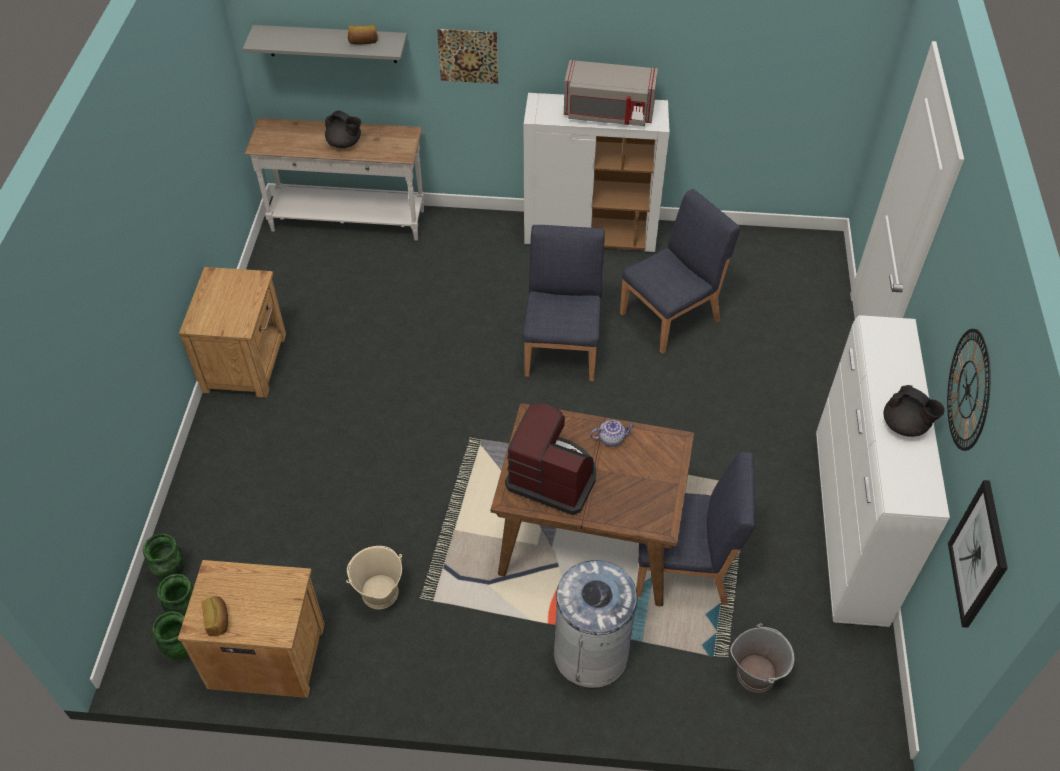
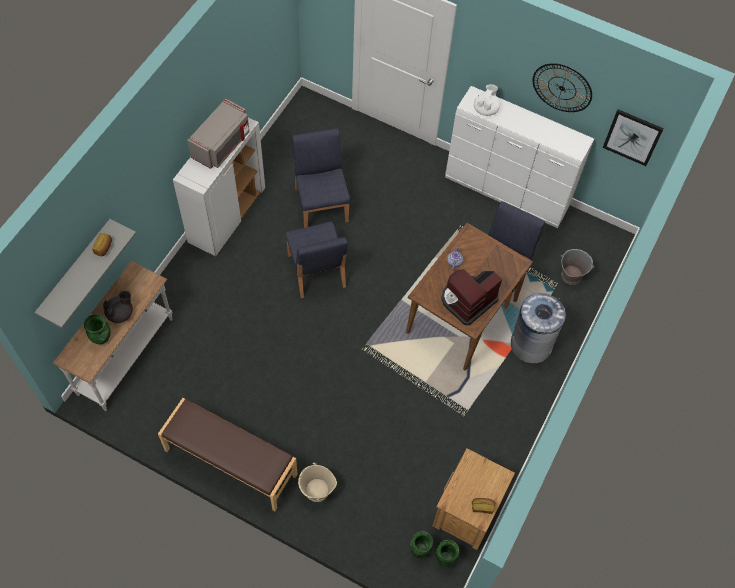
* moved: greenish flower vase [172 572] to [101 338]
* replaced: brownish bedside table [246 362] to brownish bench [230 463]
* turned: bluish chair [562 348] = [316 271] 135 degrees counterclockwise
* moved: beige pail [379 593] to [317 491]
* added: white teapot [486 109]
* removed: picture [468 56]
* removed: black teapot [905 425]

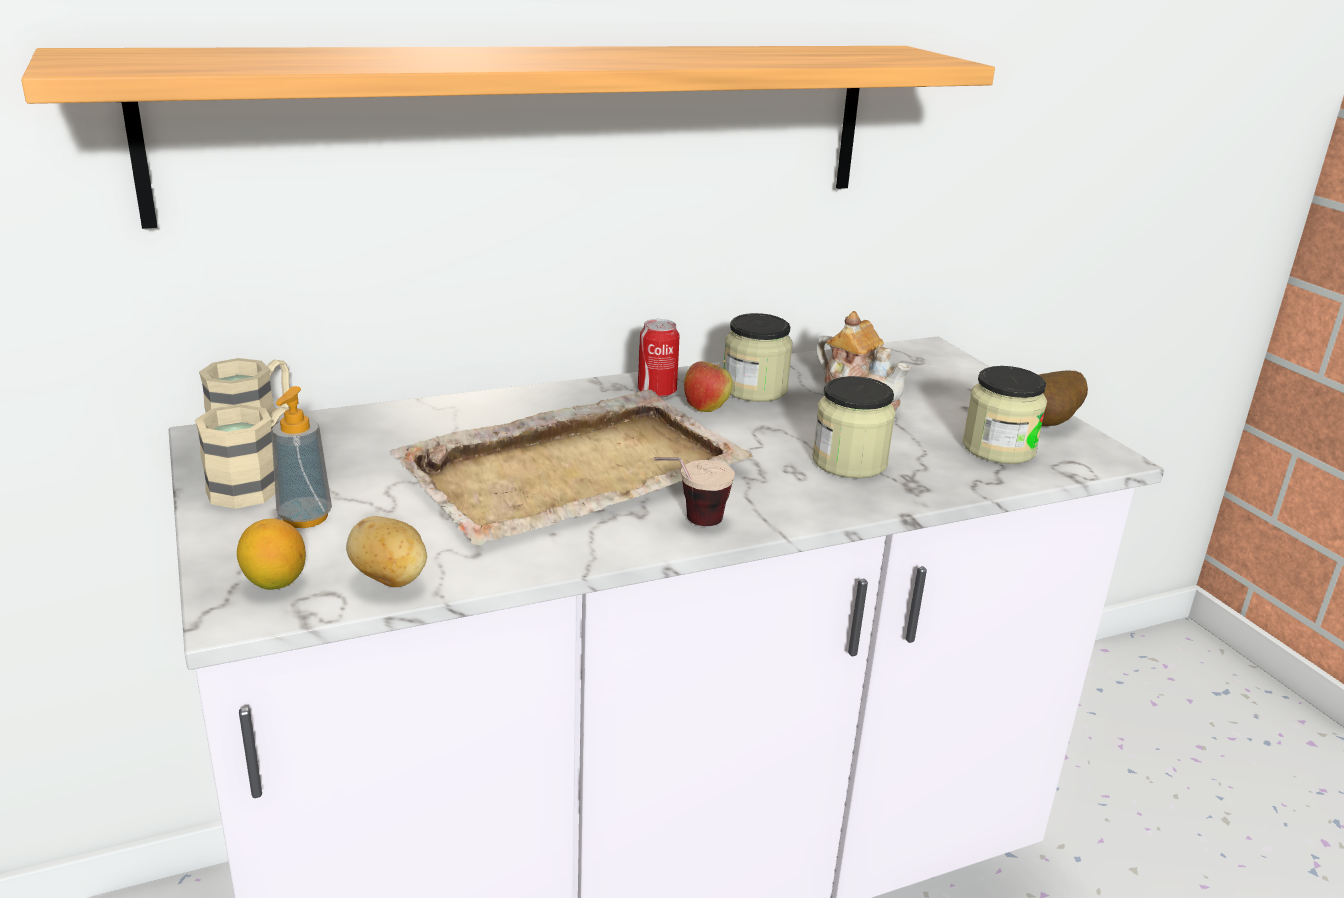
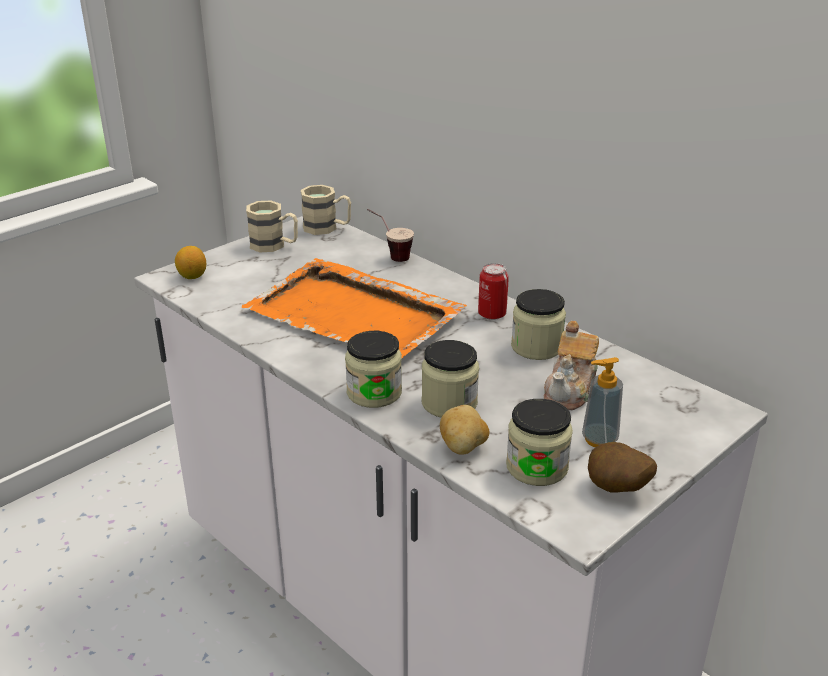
* recoloured: beige carrying tray [577 470] to orangey carrying tray [355 315]
* added: storage jar [374 392]
* moved: small cup [688 525] to [390 256]
* moved: whole potato [391 580] to [463 447]
* moved: liquid soap bottle [305 517] to [599 439]
* removed: shelf [535 128]
* removed: apple [706 409]

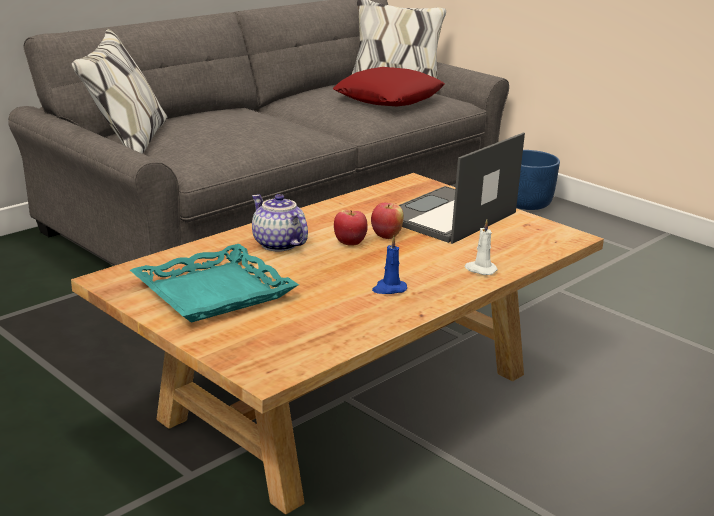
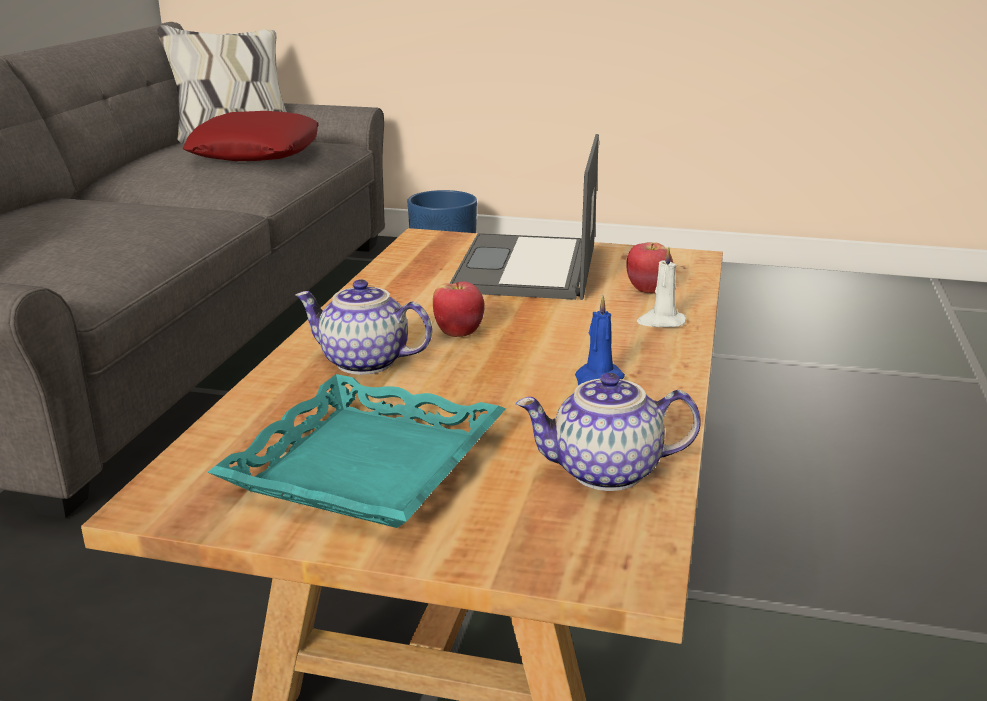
* added: teapot [605 473]
* moved: apple [386 236] to [648 290]

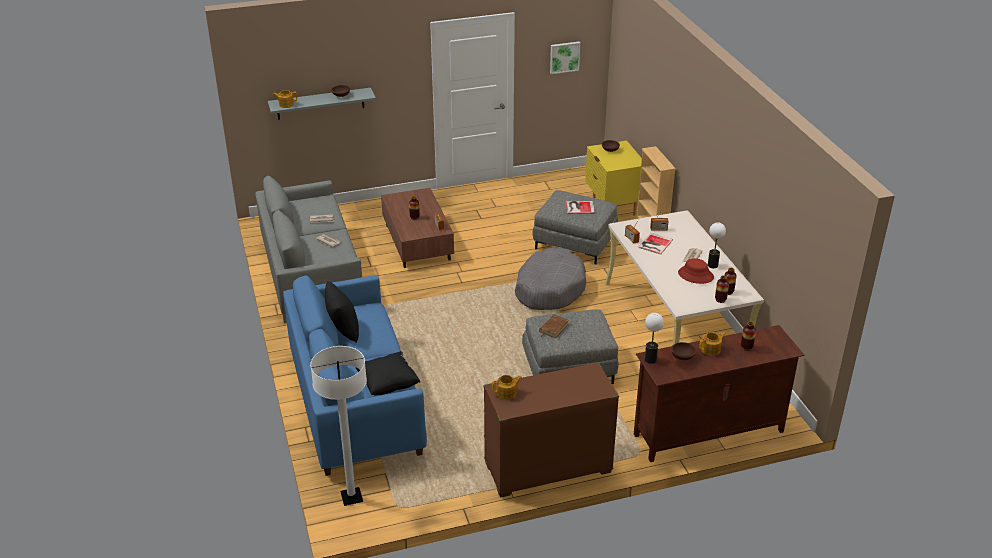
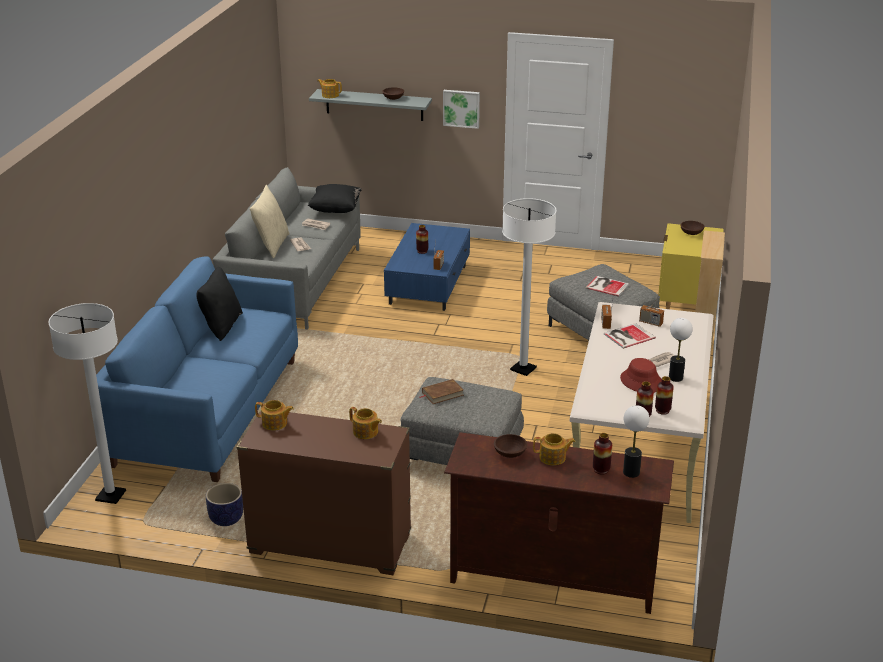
* added: flower pot [226 518]
* added: beige throw pillow [271 245]
* moved: black throw pillow [388 384] to [335 210]
* added: teapot [365 432]
* recoloured: brownish lounge table [417 241] to bluish lounge table [429 284]
* moved: picture [564 57] to [461 108]
* replaced: gray dog bed [549 288] to white floor lamp [523 369]
* moved: tabletop lamp [650 359] to [631 472]

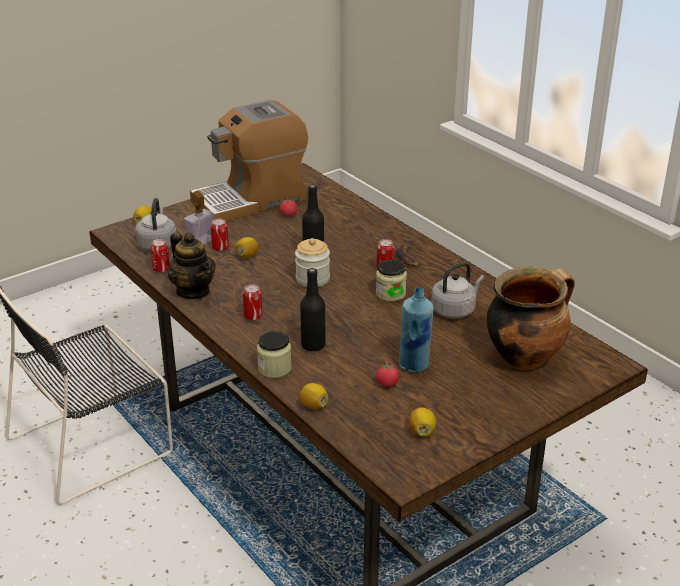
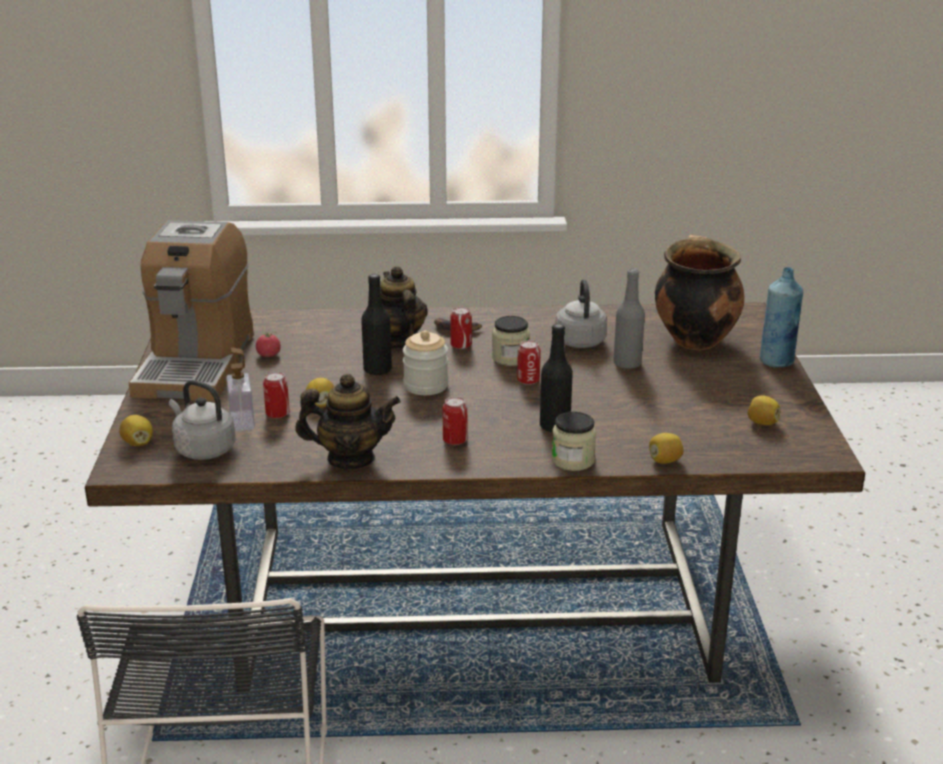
* added: teapot [398 341]
* moved: metal can [161 269] to [528 381]
* added: gray drink bottle [627 364]
* moved: bluish drink bottle [414 365] to [776 361]
* removed: whole tomato [387 383]

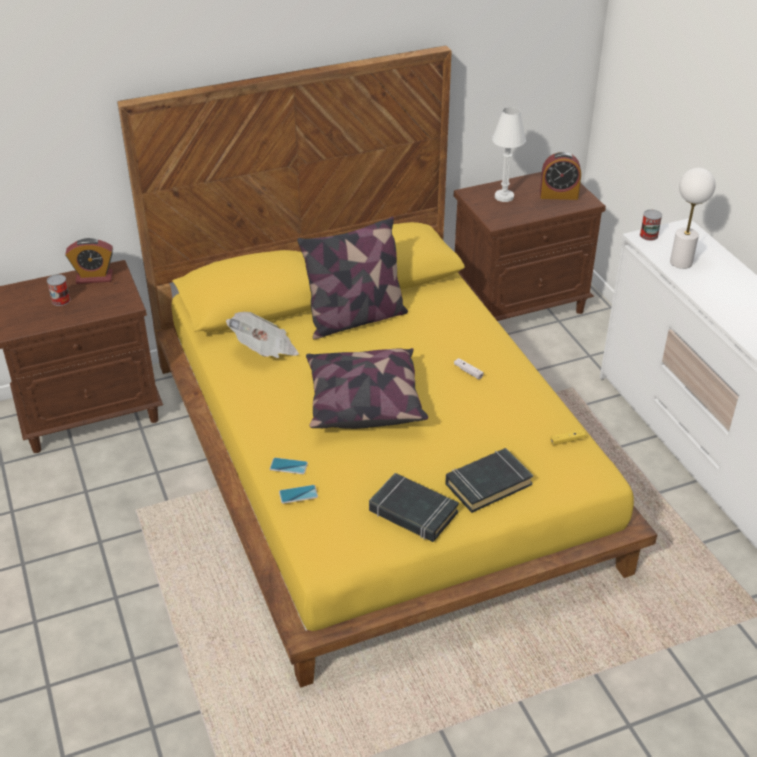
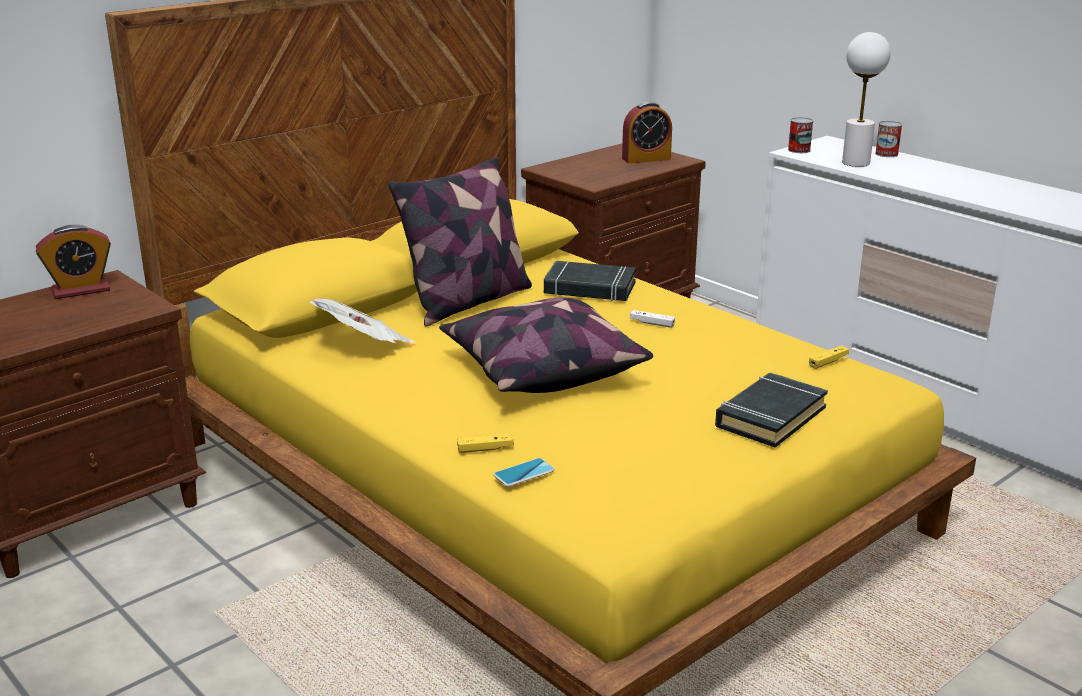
* replaced: phone [288 466] to yellow-coloured gamepad [485 449]
* moved: black bound book [412 512] to [589 288]
* moved: metal can [61 300] to [886 154]
* removed: white tabletop lamp [504 197]

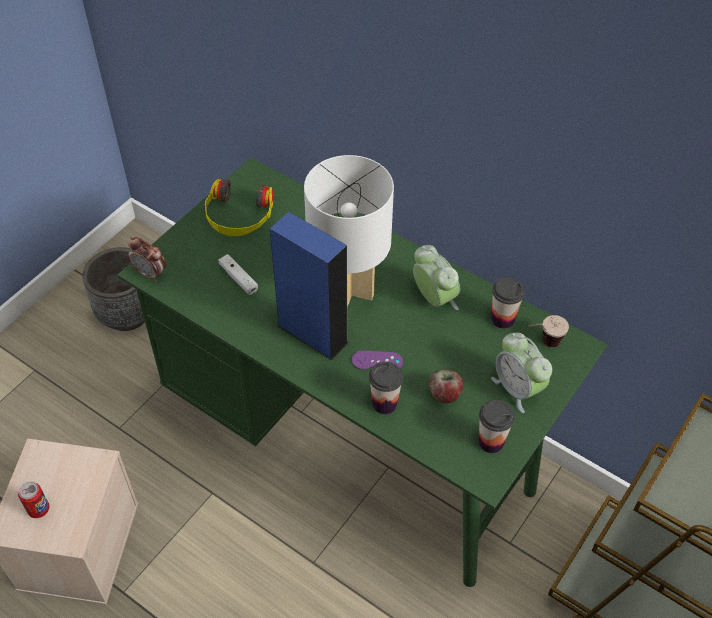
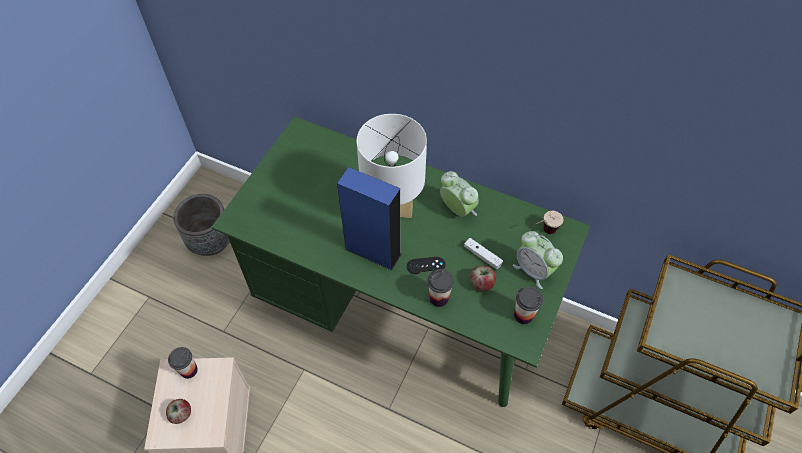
* replaced: metal can [39 509] to apple [181 414]
* moved: small cup [502 319] to [189 370]
* recoloured: purple gamepad [377 361] to black gamepad [426 265]
* moved: white gamepad [238 278] to [482 256]
* removed: alarm clock [150 273]
* removed: headphones [238 216]

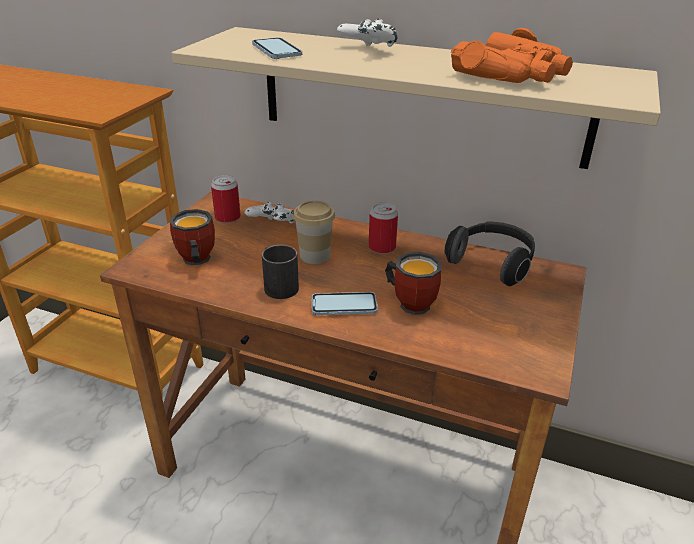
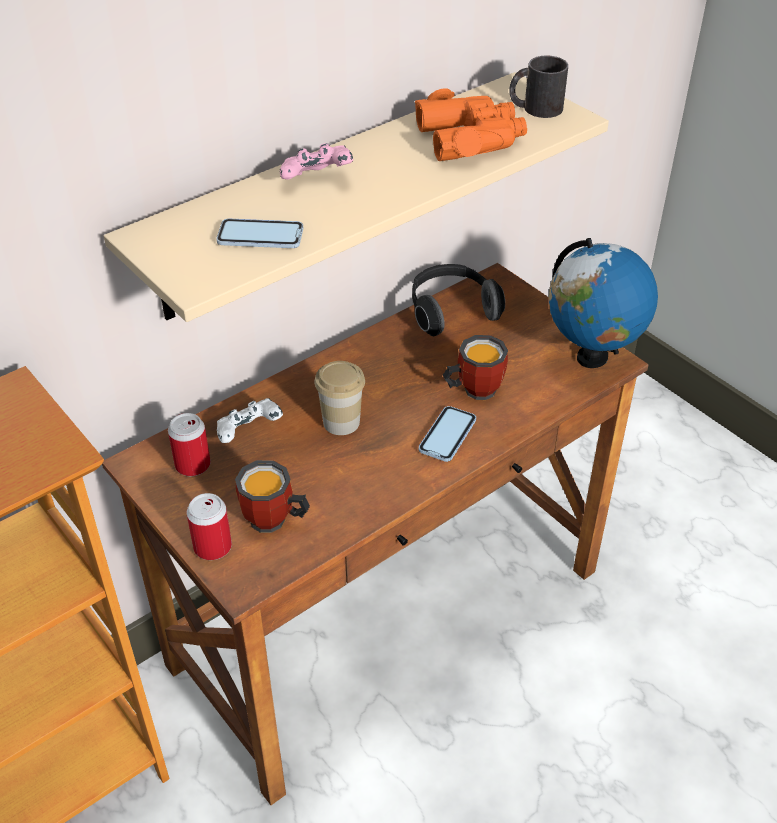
* moved: metal can [382 247] to [212 547]
* recoloured: white gamepad [367 50] to pink-coloured gamepad [317 181]
* moved: black coffee mug [277 285] to [535 108]
* added: world globe [591 358]

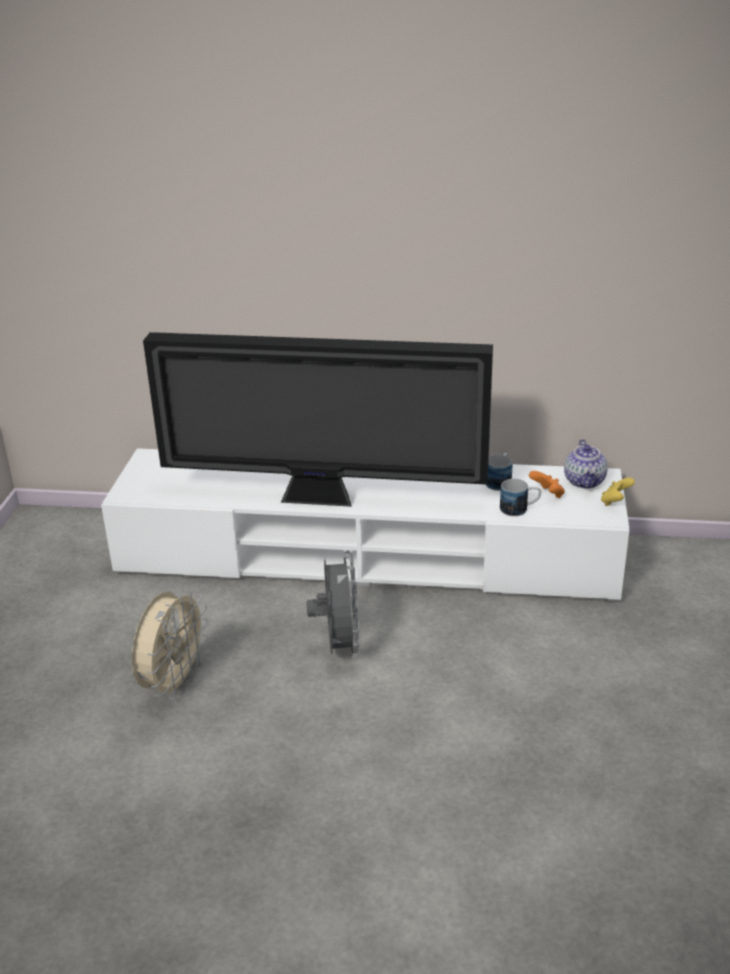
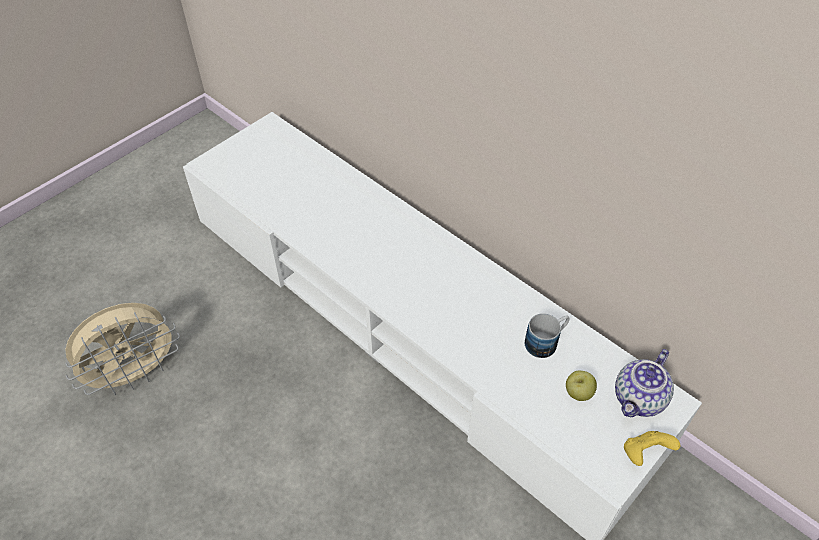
* replaced: orangey gamepad [547 494] to apple [578 393]
* removed: TV [323 499]
* removed: gray electric fan [339 647]
* removed: coffee mug [519 509]

